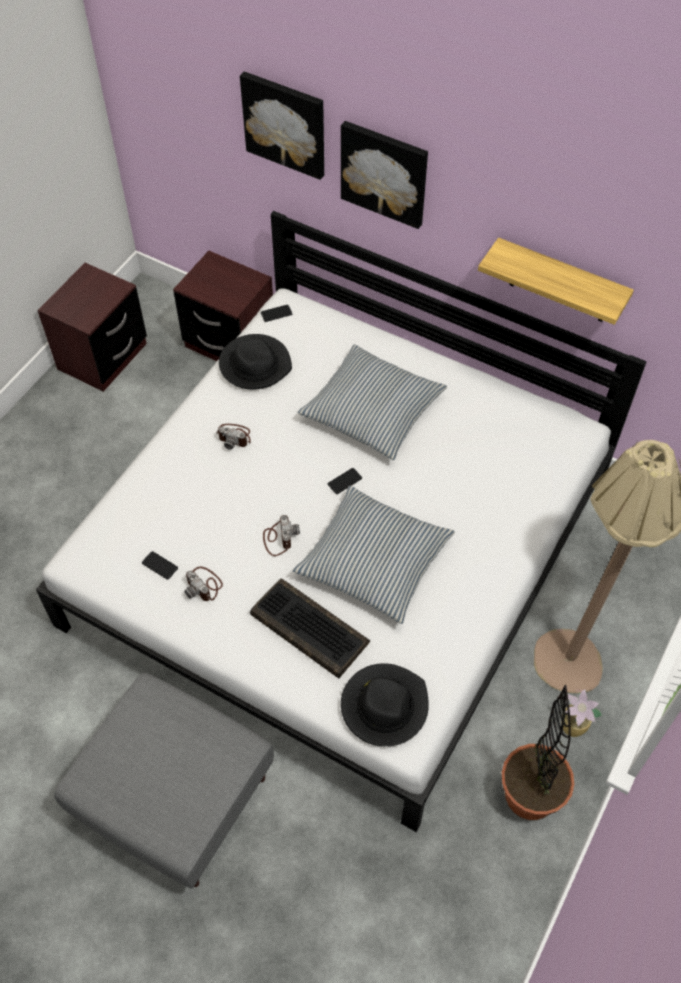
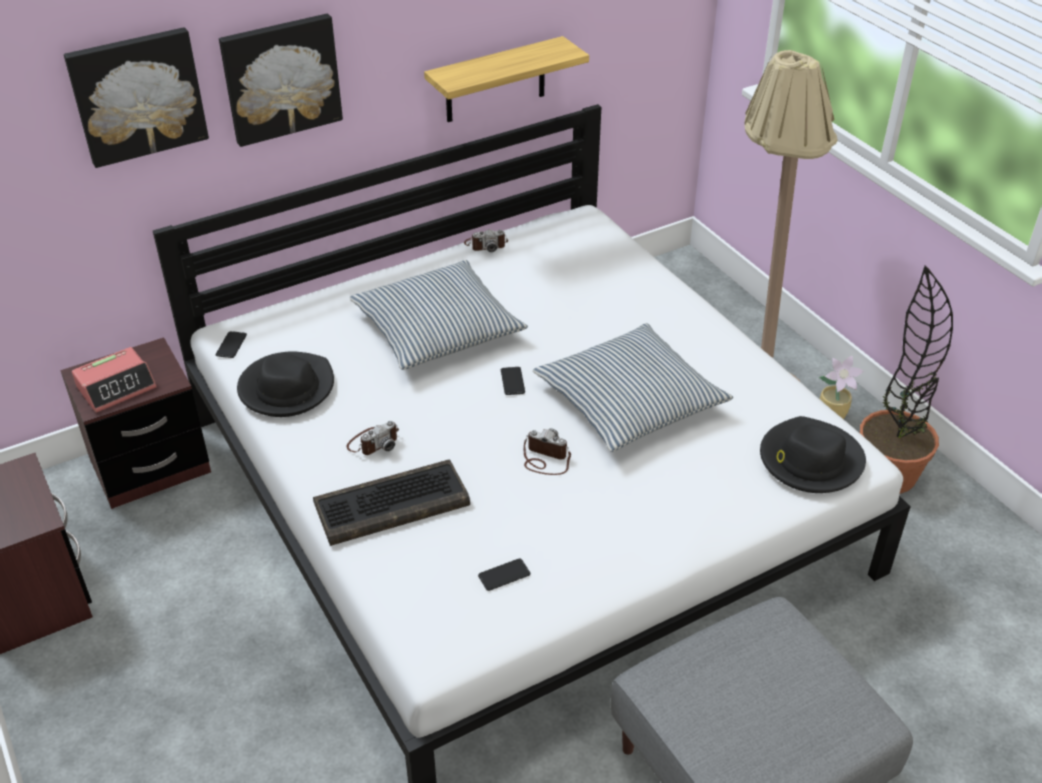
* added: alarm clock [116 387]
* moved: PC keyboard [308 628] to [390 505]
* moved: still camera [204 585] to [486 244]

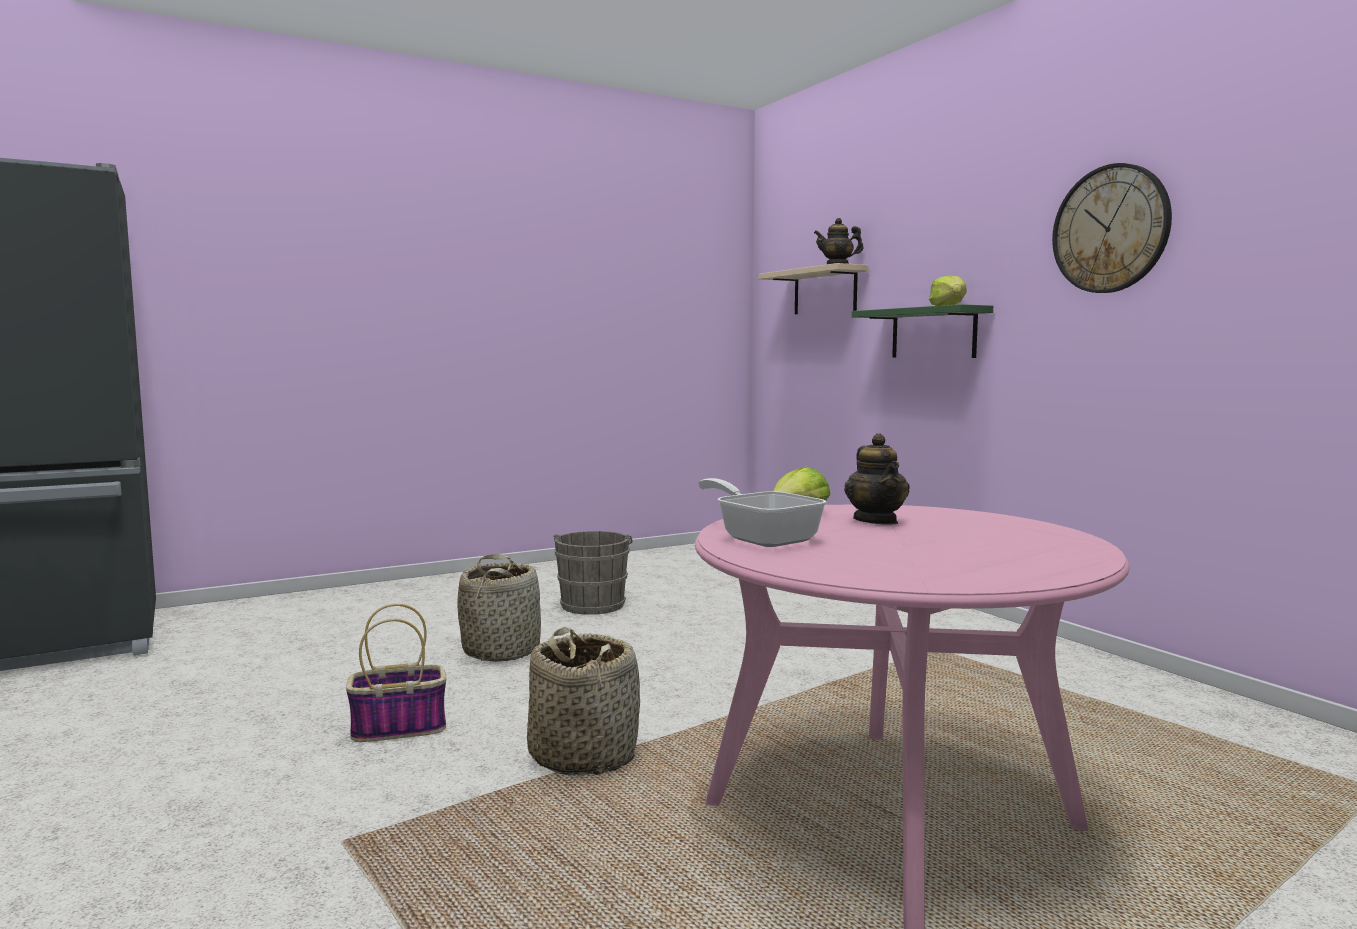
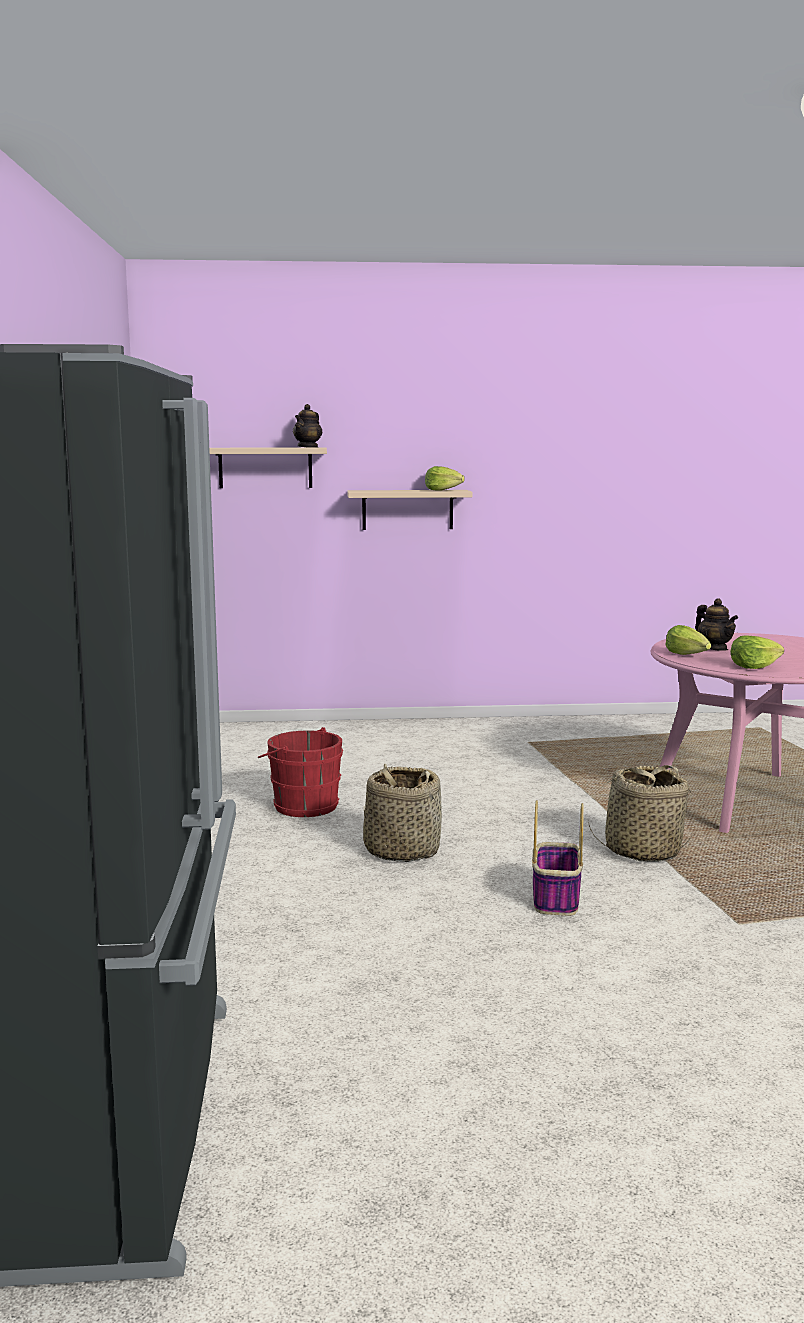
* recoloured: gray pail [593 604] to red-coloured pail [302 805]
* recoloured: greenish shelf [933 333] to beige shelf [407 509]
* turned: teapot [876 521] = [714 648] 45 degrees clockwise
* replaced: frying pan [762 538] to lettuce [753 666]
* removed: clock on the wall [1110 229]

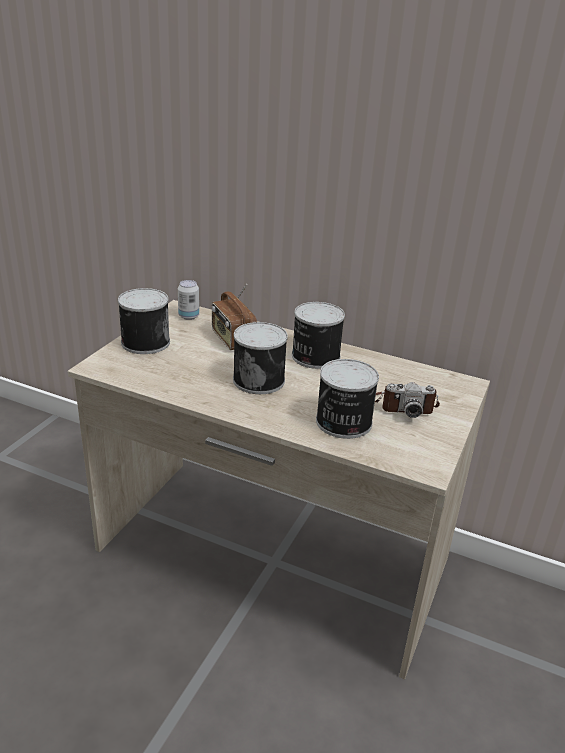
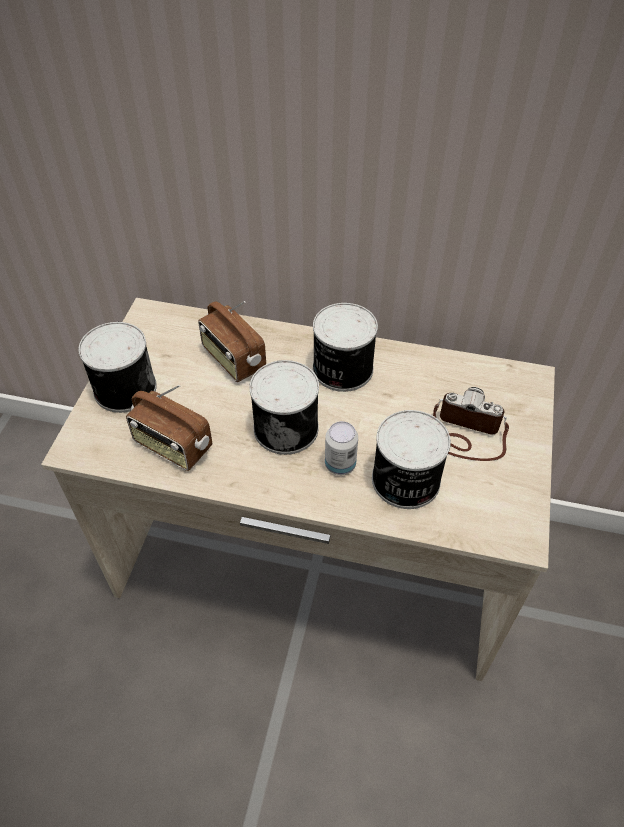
* added: radio [172 447]
* moved: metal can [188 316] to [340 464]
* turned: still camera [403 405] = [467 434] 150 degrees counterclockwise

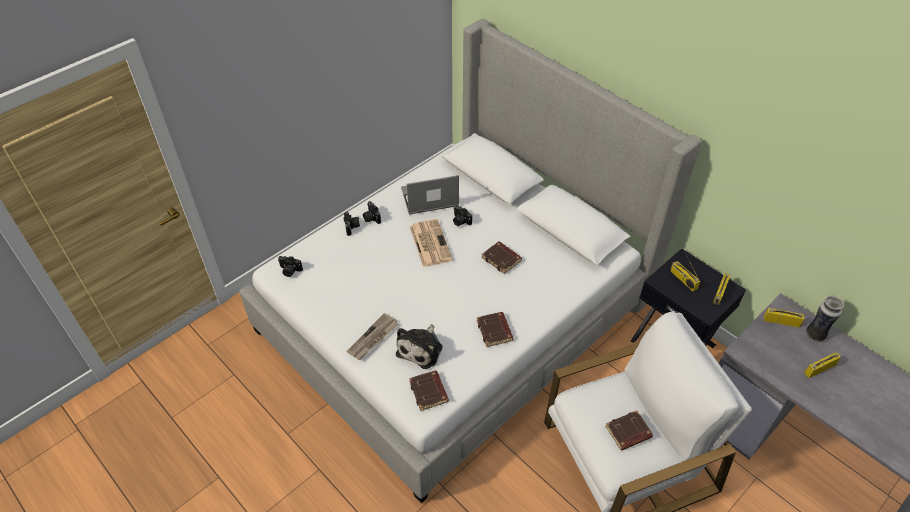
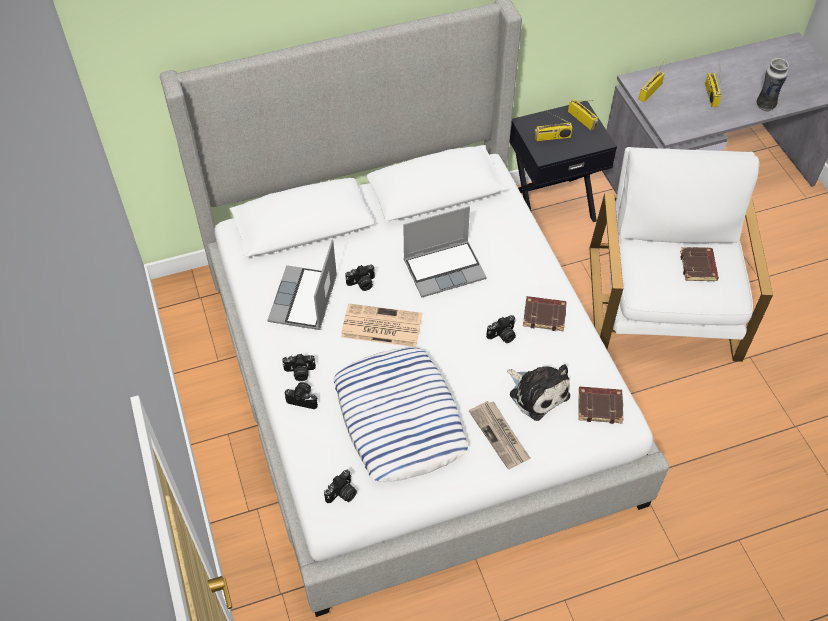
* added: throw pillow [400 419]
* replaced: brownish bound book [502 259] to notebook computer [445 268]
* added: still camera [502 336]
* moved: flower vase [815 334] to [765 105]

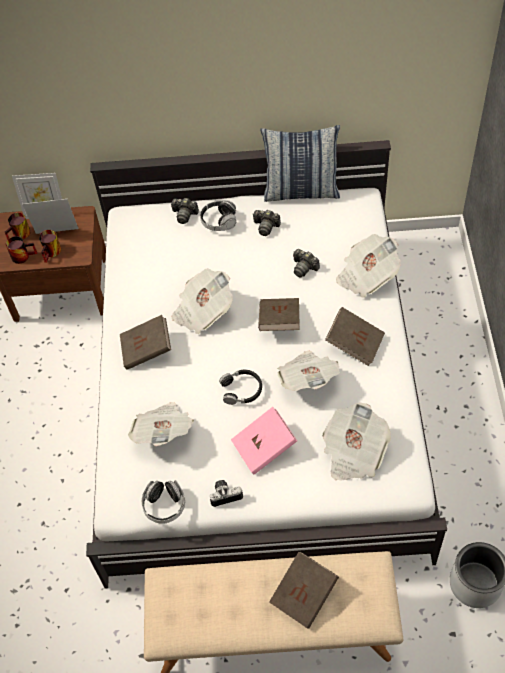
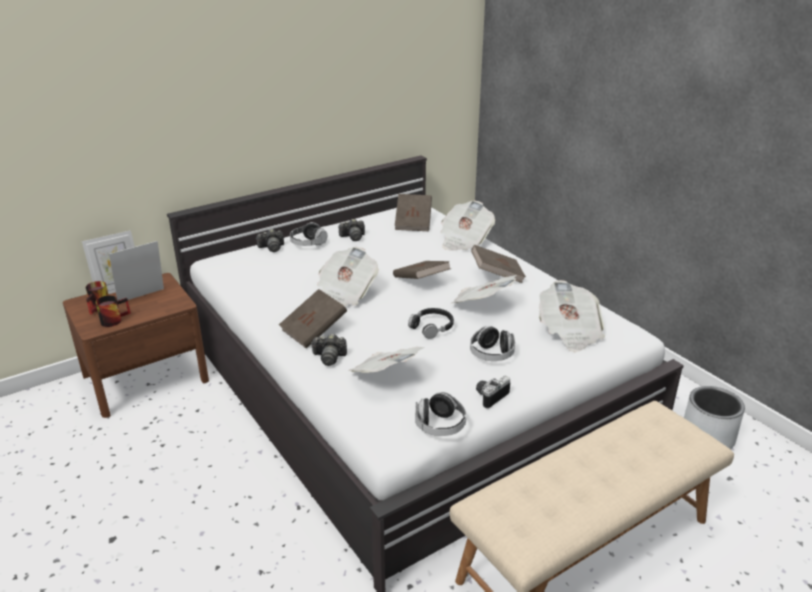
* moved: still camera [304 268] to [329 357]
* moved: brownish bound book [304 595] to [413 223]
* replaced: pink-coloured bound book [264 447] to headphones [491 354]
* removed: coffee mug [52 253]
* removed: throw pillow [301 191]

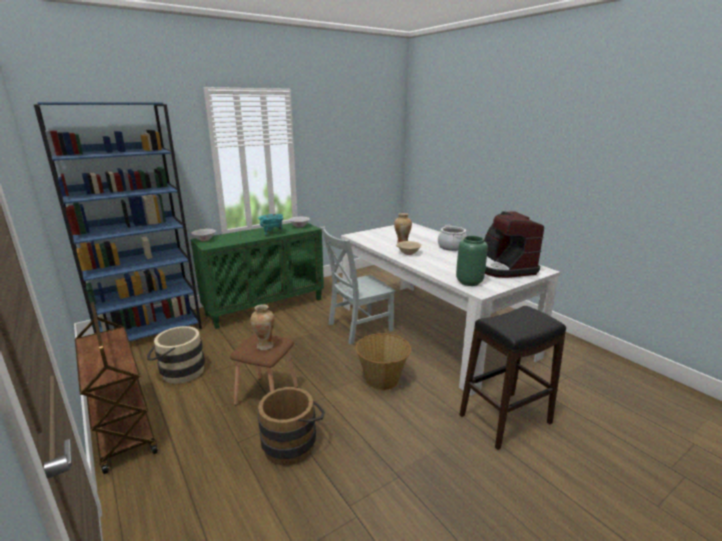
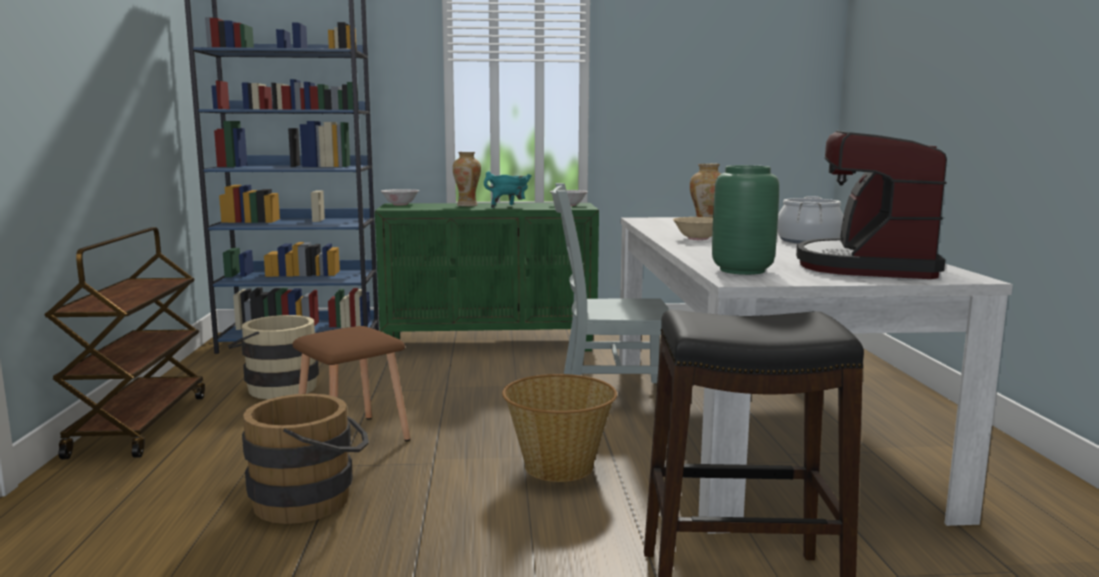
* moved: flower vase [265 345] to [467 205]

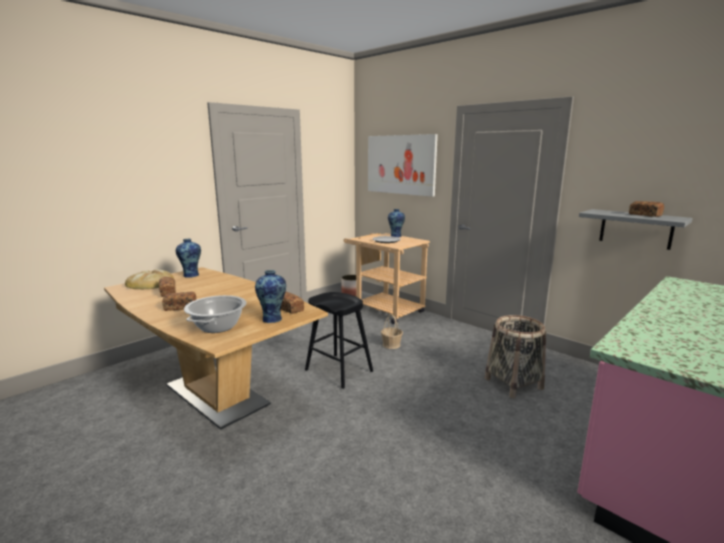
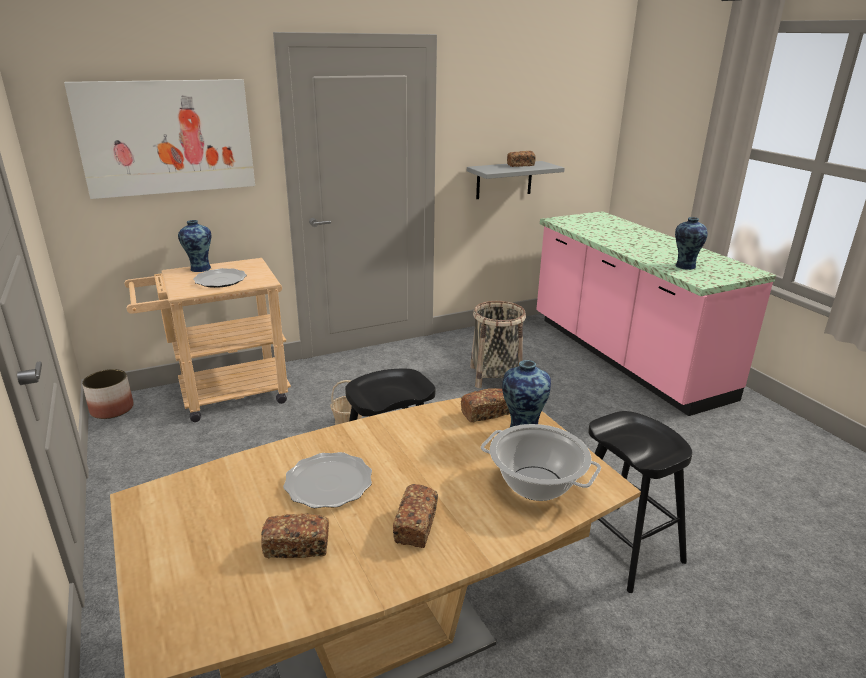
* added: flat dish [328 483]
* added: black stool seat [622 546]
* moved: flower vase [191 275] to [684 266]
* removed: baked bread [150 283]

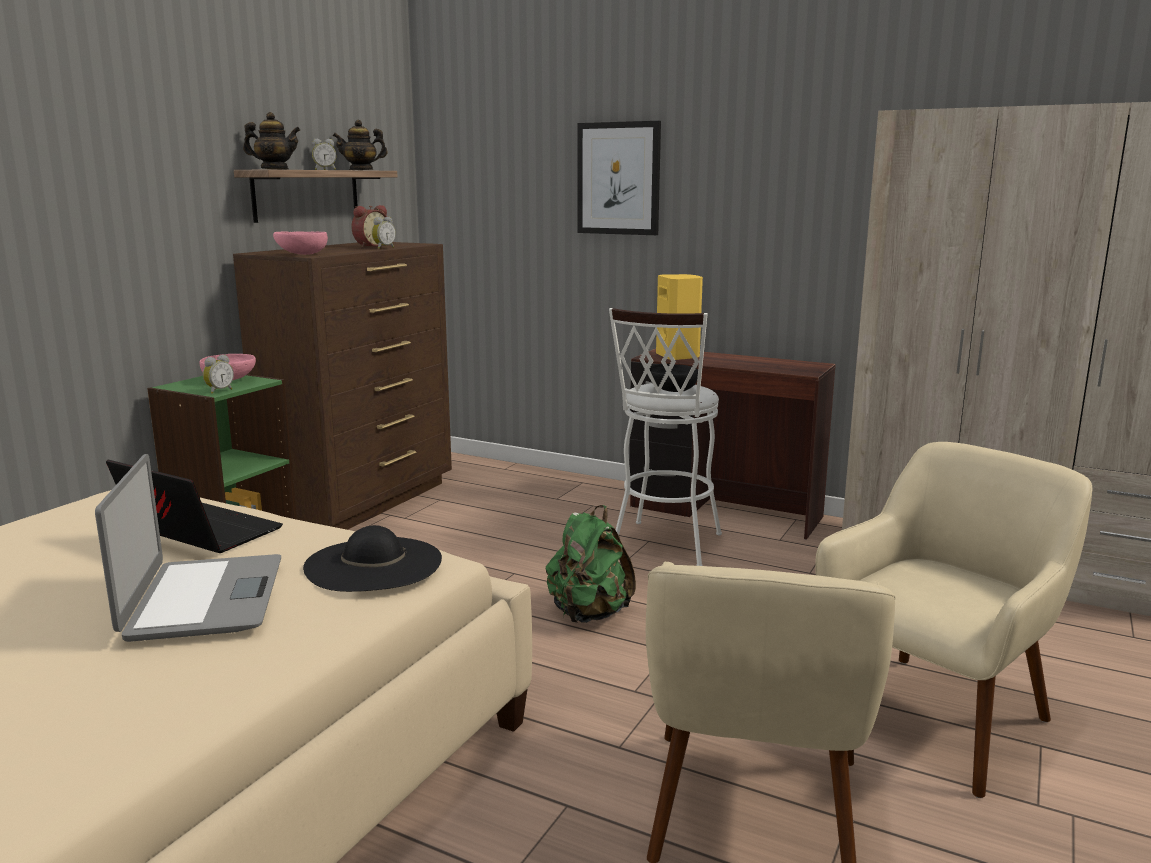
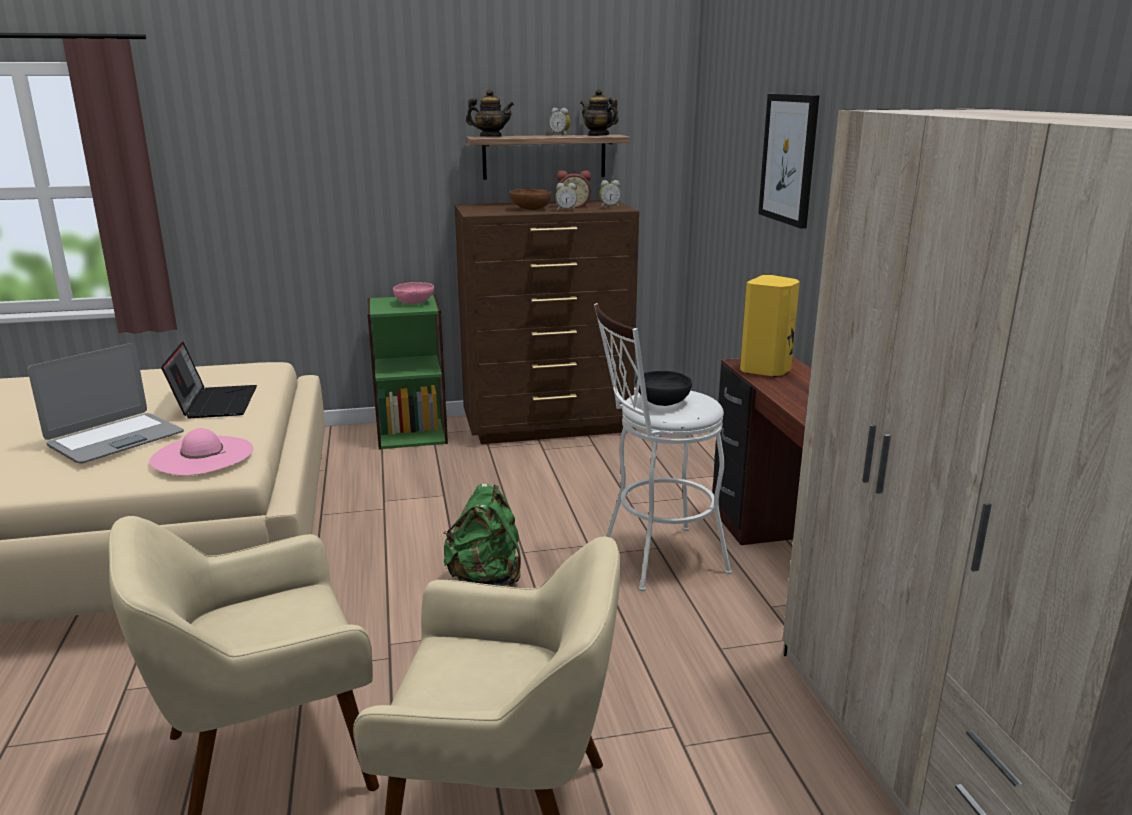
* recoloured: black wearable hat [373 564] to pink-coloured wearable hat [202 455]
* turned: teapot [274 169] = [490 137] 45 degrees counterclockwise
* added: brownish bowl [530 209]
* moved: alarm clock [219 391] to [609 207]
* removed: pink-coloured bowl [301 254]

